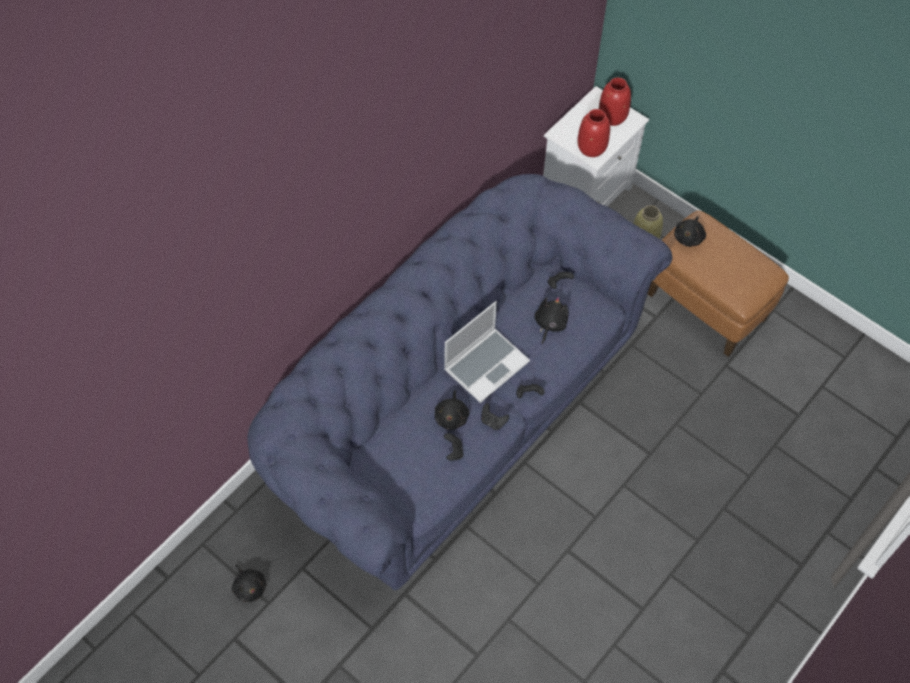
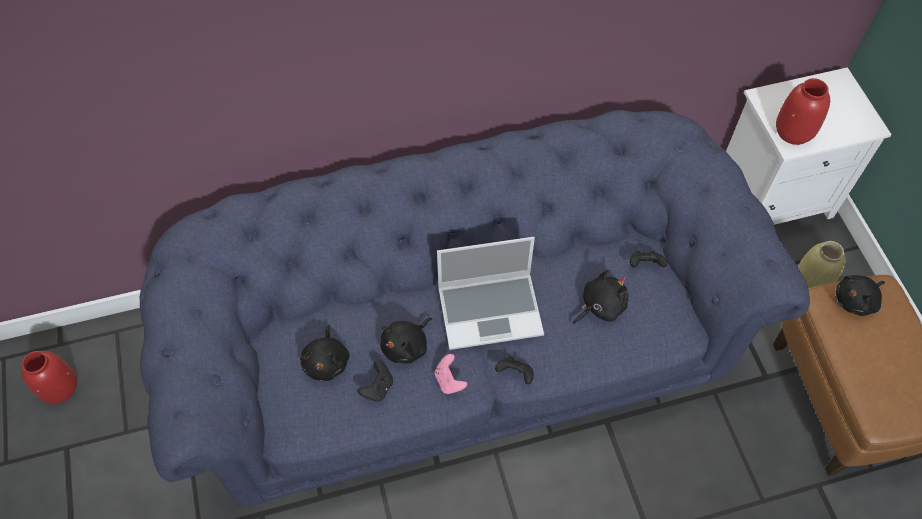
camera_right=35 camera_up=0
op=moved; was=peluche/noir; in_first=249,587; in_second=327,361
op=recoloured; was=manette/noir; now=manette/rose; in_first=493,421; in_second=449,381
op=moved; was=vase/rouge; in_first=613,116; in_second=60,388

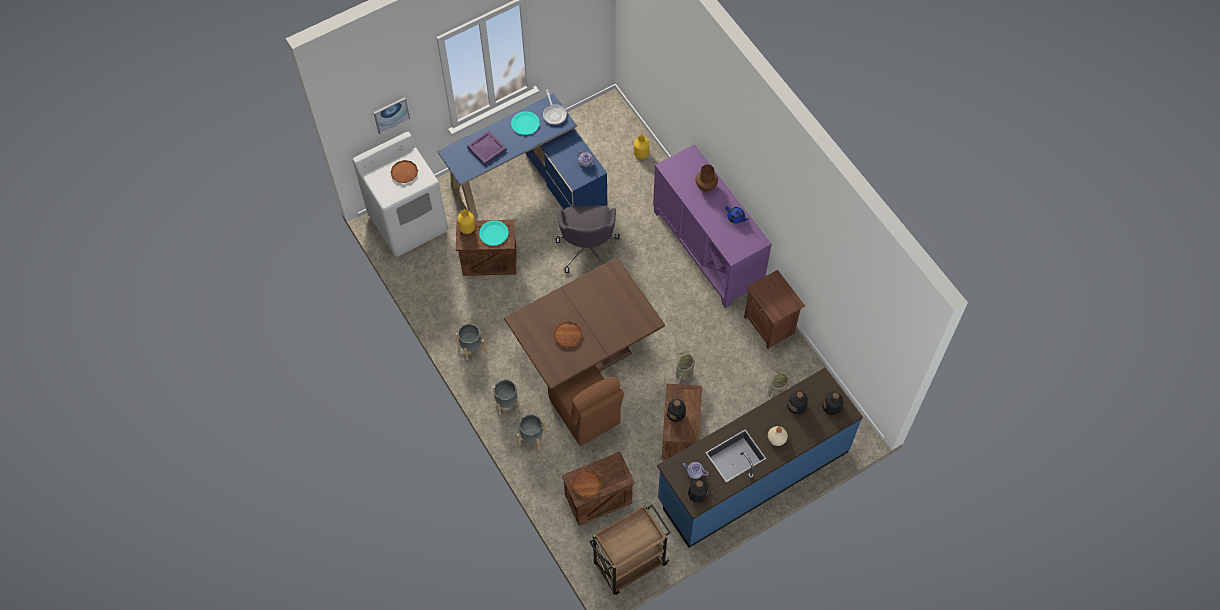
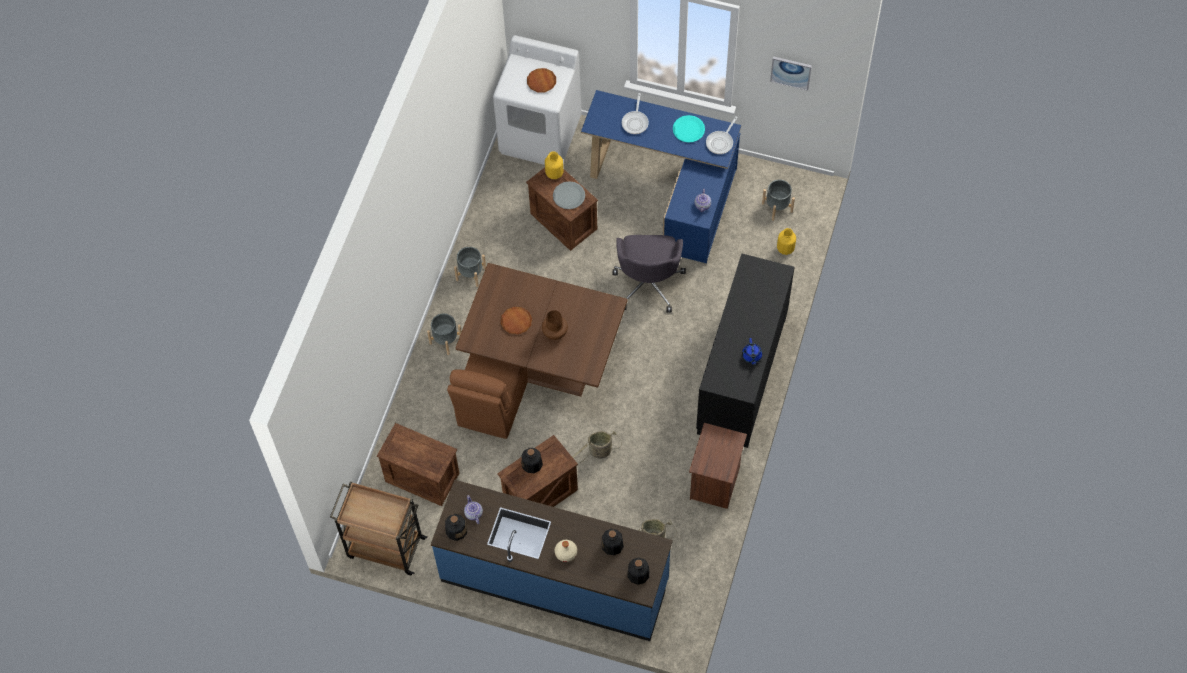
camera_right=50 camera_up=0
op=moved; was=tableau; in_first=391,115; in_second=791,72
op=replaced; was=plateau/violet; now=poêle; in_first=487,148; in_second=635,122
op=recoloured; was=assiette/turquoise; now=assiette/gris; in_first=493,233; in_second=569,196
op=moved; was=cache-pot/gris; in_first=532,437; in_second=777,207
op=turned; was=chaise de bureau/gris; in_first=587,248; in_second=648,283; clockwise=-45
op=removed; was=assiette/marron; in_first=586,484
op=recoloured; was=meuble de rangement/violet; now=meuble de rangement/noir; in_first=708,249; in_second=743,375
op=moved; was=vase/marron; in_first=706,186; in_second=555,333

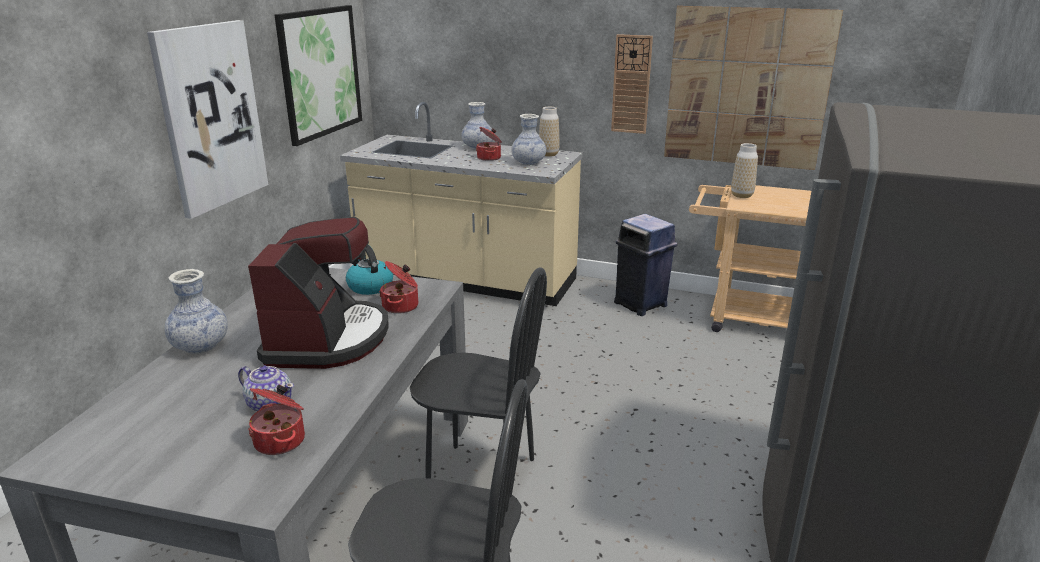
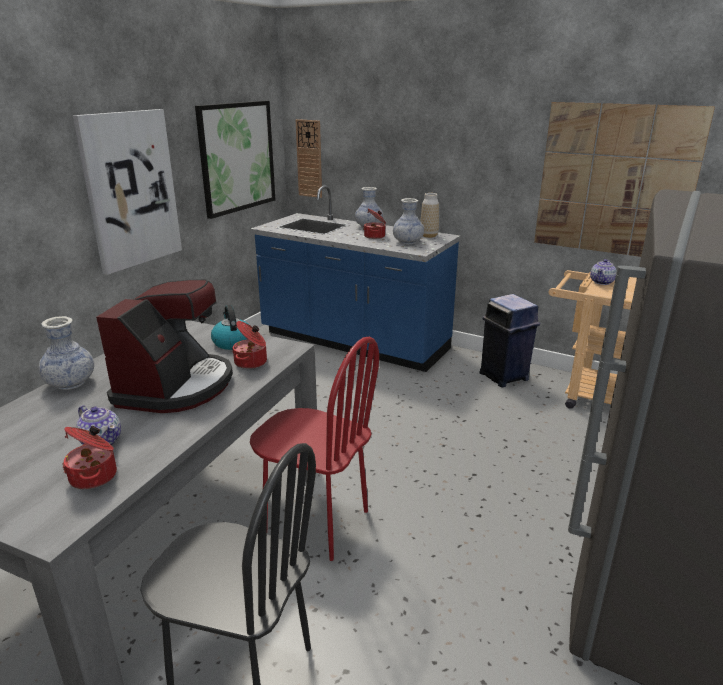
camera_right=10 camera_up=0
op=recoloured; was=comptoir de cuisine/beige; now=comptoir de cuisine/bleu; in_first=466,279; in_second=353,342
op=recoloured; was=chaise/noir; now=chaise/rouge; in_first=481,477; in_second=316,522
op=moved; was=horloge murale; in_first=631,84; in_second=309,159
op=replaced; was=vase; now=théière; in_first=741,195; in_second=602,282

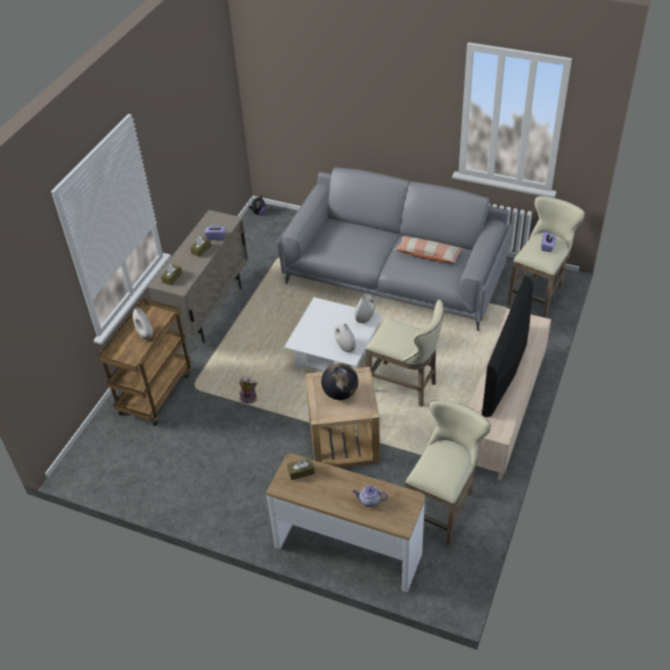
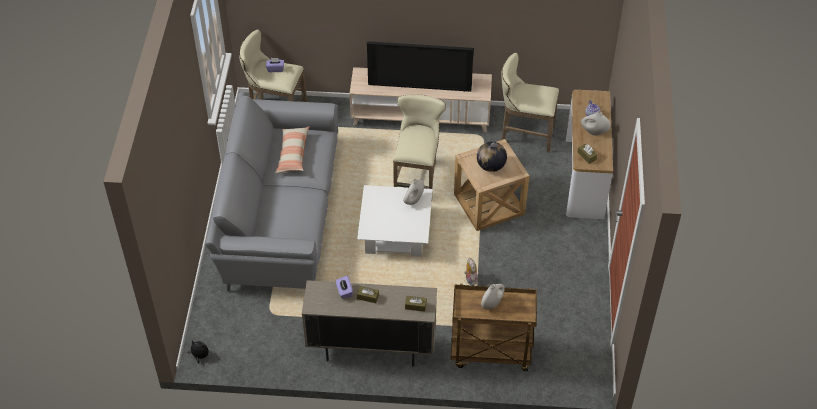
camera_right=-110 camera_up=5
op=moved; was=vase/blanc; in_first=365,318; in_second=594,132

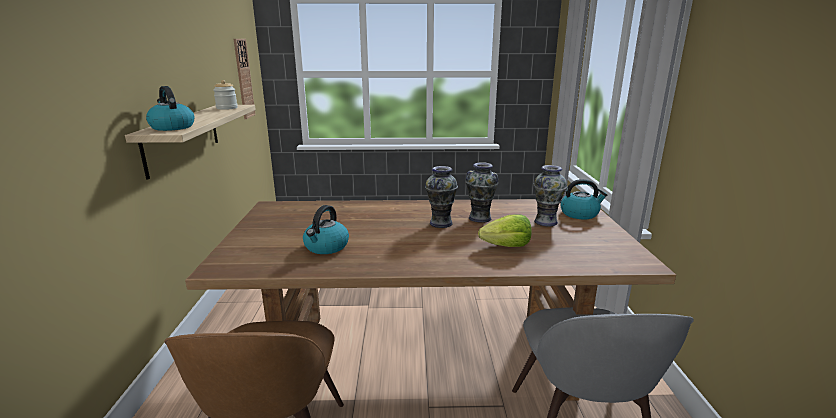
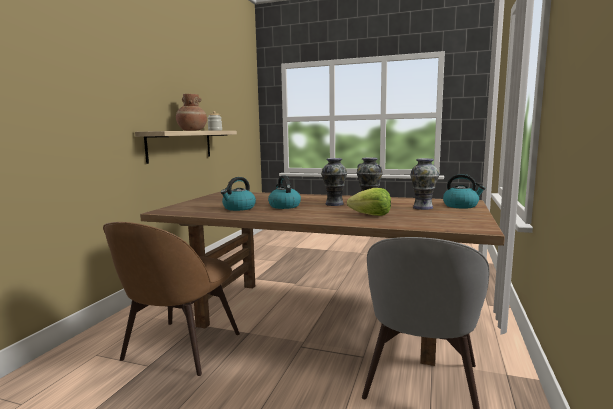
camera_right=20 camera_up=-10
op=moved; was=bouilloire; in_first=172,127; in_second=284,206
op=removed; was=horloge murale; in_first=243,79
op=added; now=vase/marron; in_second=192,130

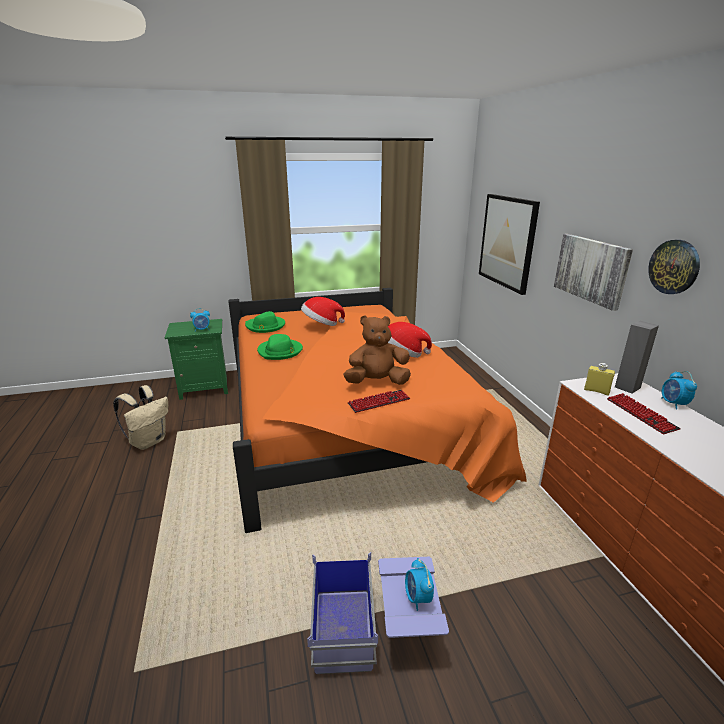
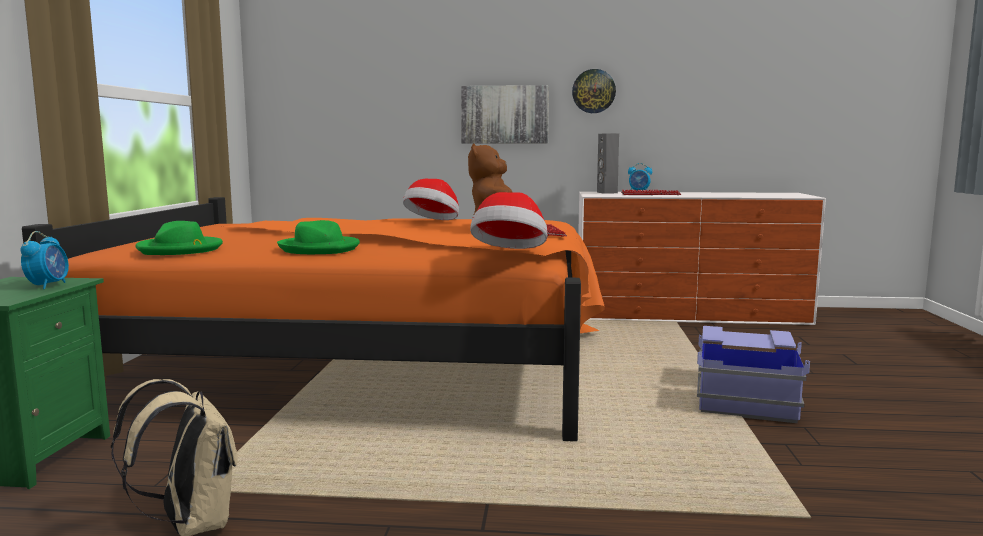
camera_right=-70 camera_up=-15
op=moved; was=chapeau; in_first=321,324; in_second=510,253
op=removed; was=réveil; in_first=417,598
op=removed; was=tableau; in_first=507,242
op=removed; was=bouteille/jaune; in_first=596,391

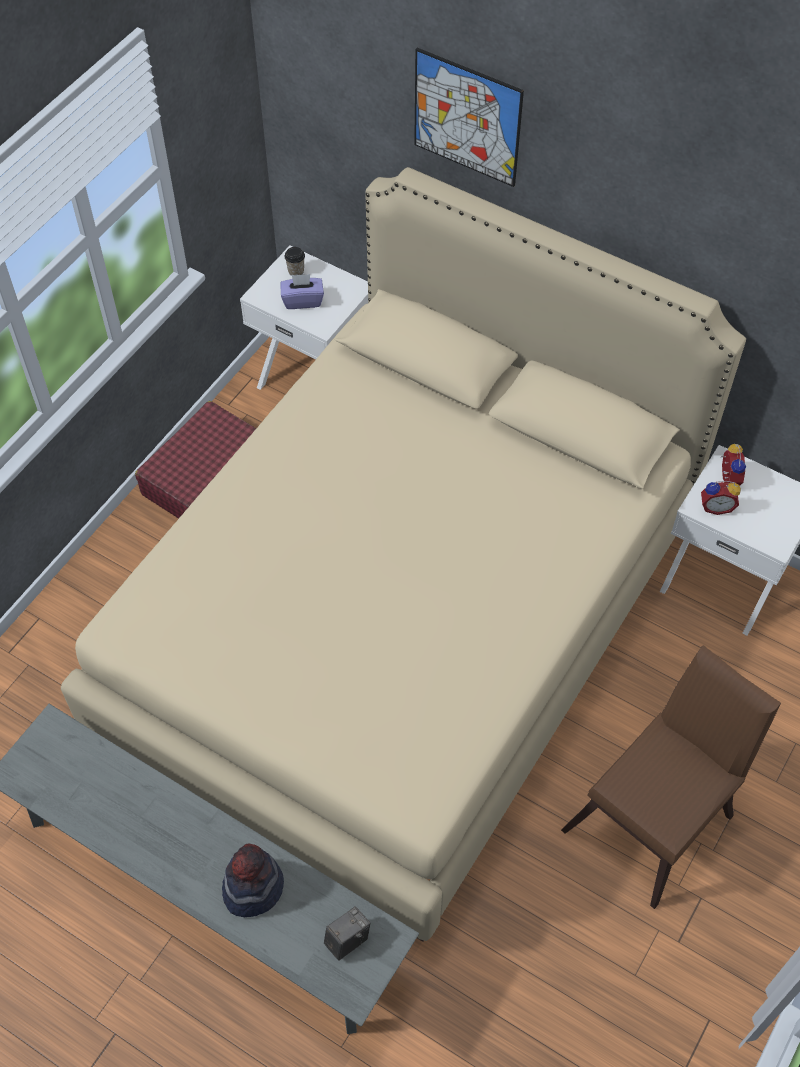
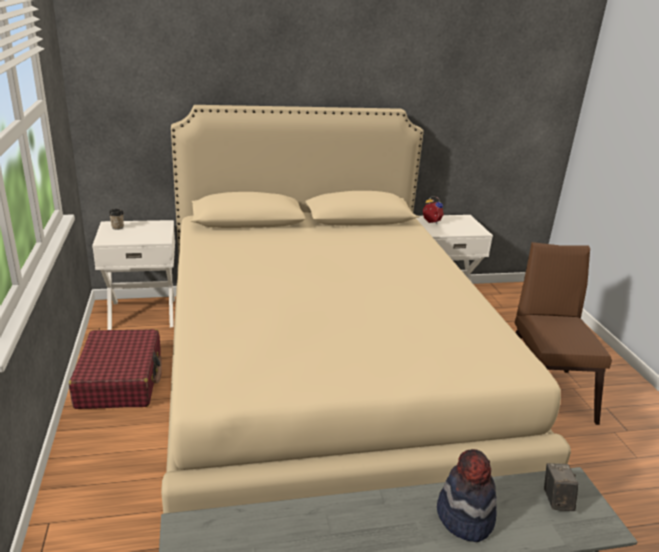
camera_right=-45 camera_up=-30
op=removed; was=boîte à mouchoirs/violet; in_first=302,300
op=removed; was=tableau; in_first=467,118
op=removed; was=réveil; in_first=716,506

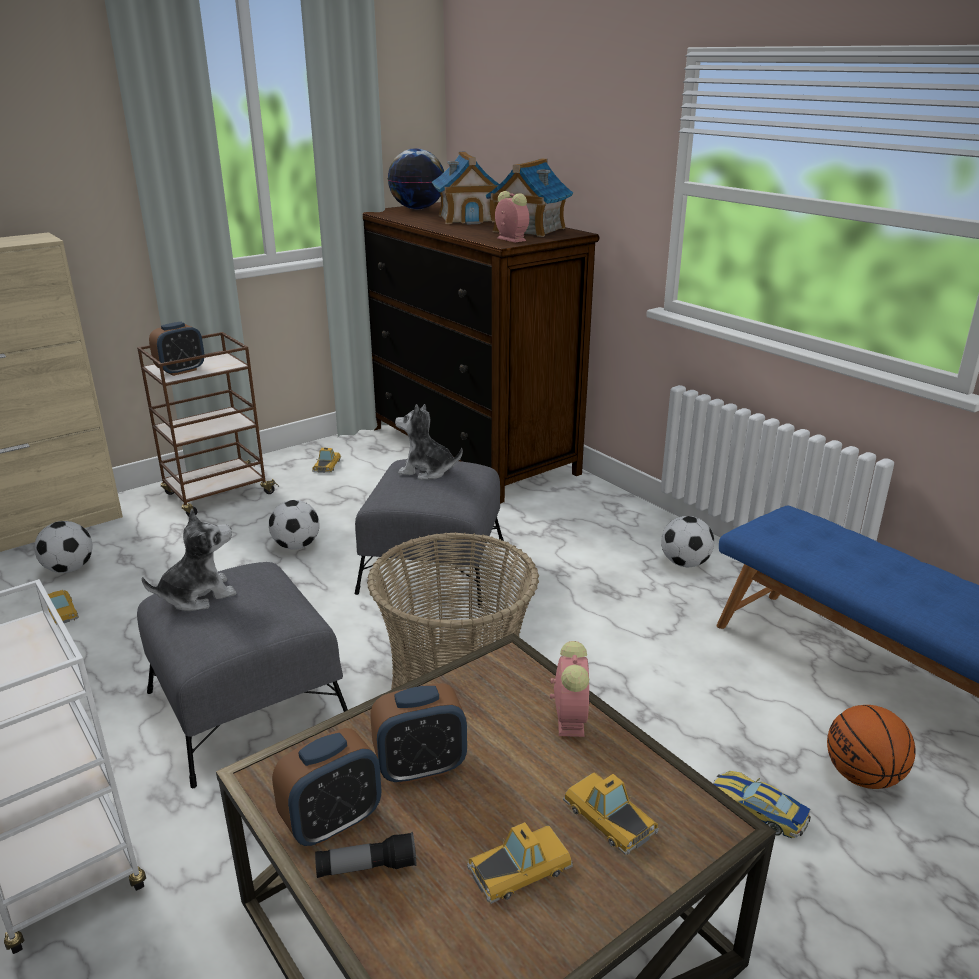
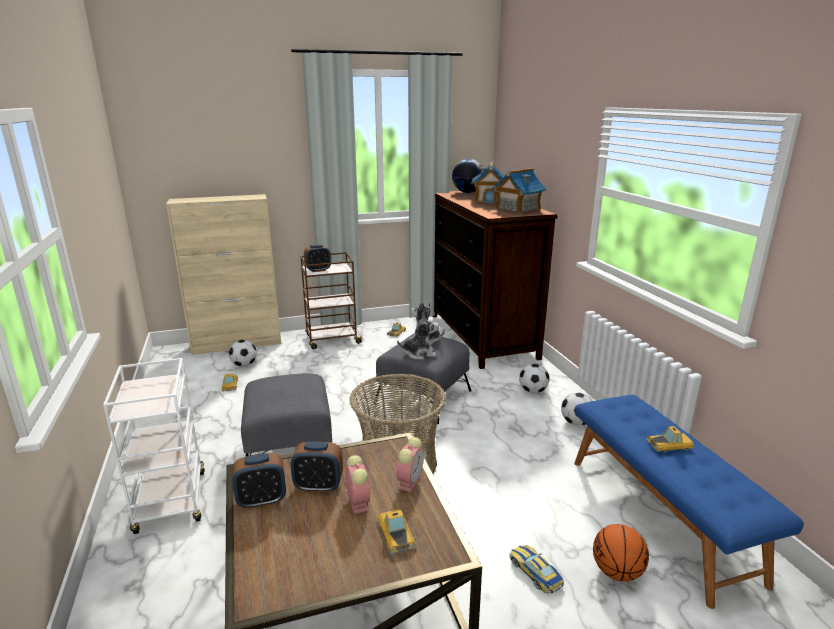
camera_right=20 camera_up=-5
op=moved; was=peluche; in_first=198,595; in_second=419,354
op=moved; was=ballon de foot; in_first=296,546; in_second=532,391
op=removed; was=lampe de poche; in_first=366,867
op=moved; was=petite voiture; in_first=521,867; in_second=670,445
op=moved; was=réveil; in_first=510,239; in_second=357,501

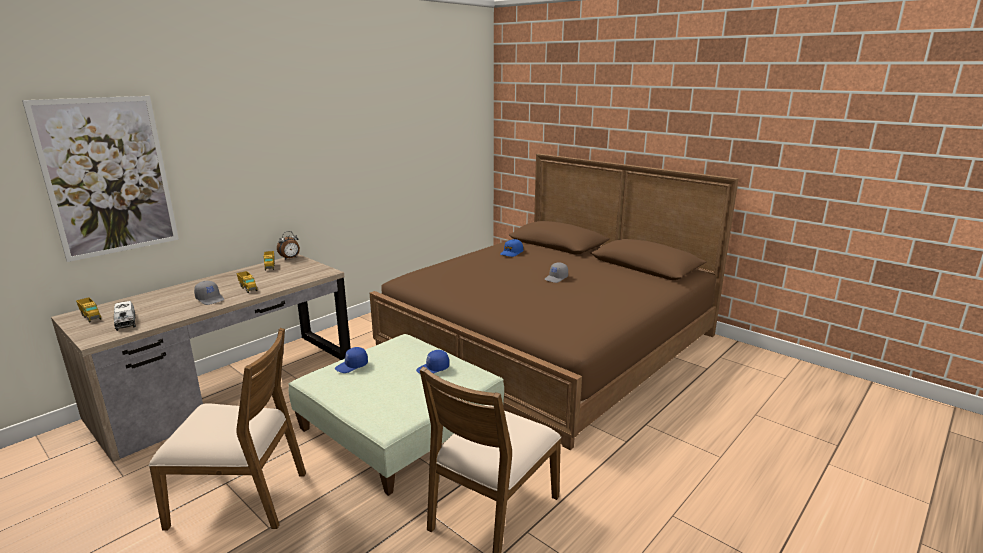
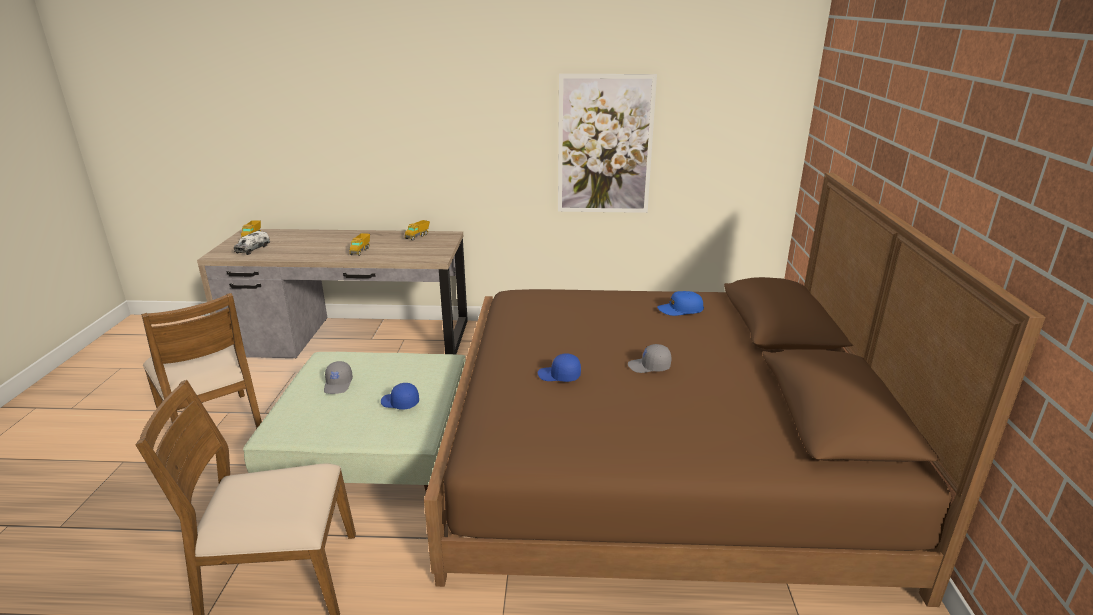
camera_right=50 camera_up=5
op=moved; was=tableau; in_first=108,177; in_second=605,145
op=moved; was=casquette/gris; in_first=210,299; in_second=338,384
op=removed; was=réveil; in_first=290,258
op=moved; was=casquette/bleu; in_first=352,366; in_second=559,376

